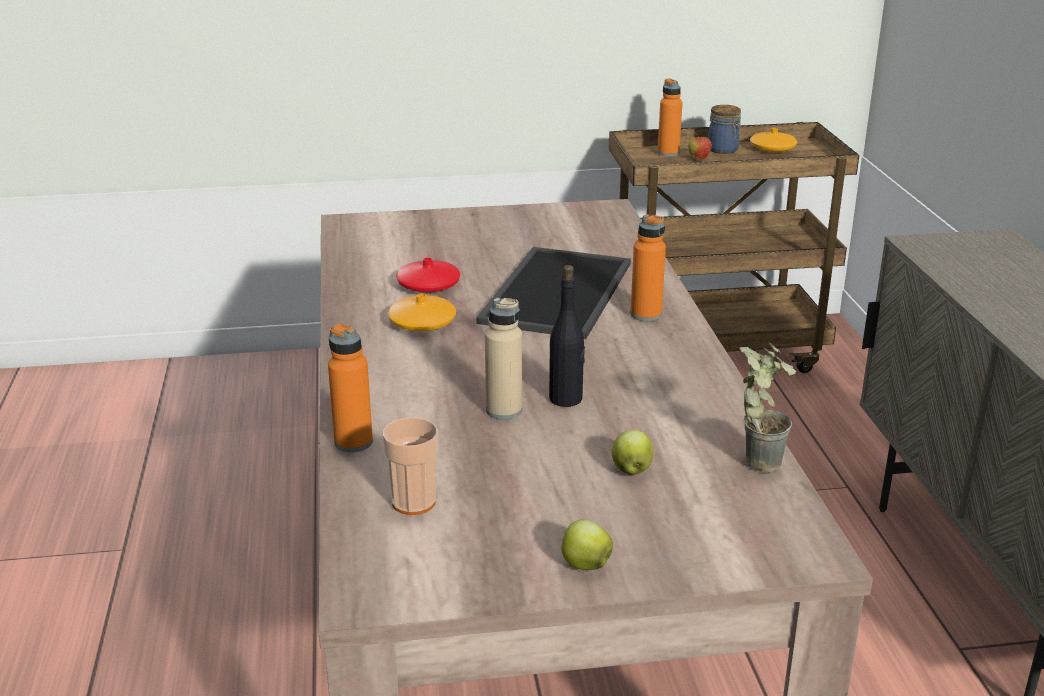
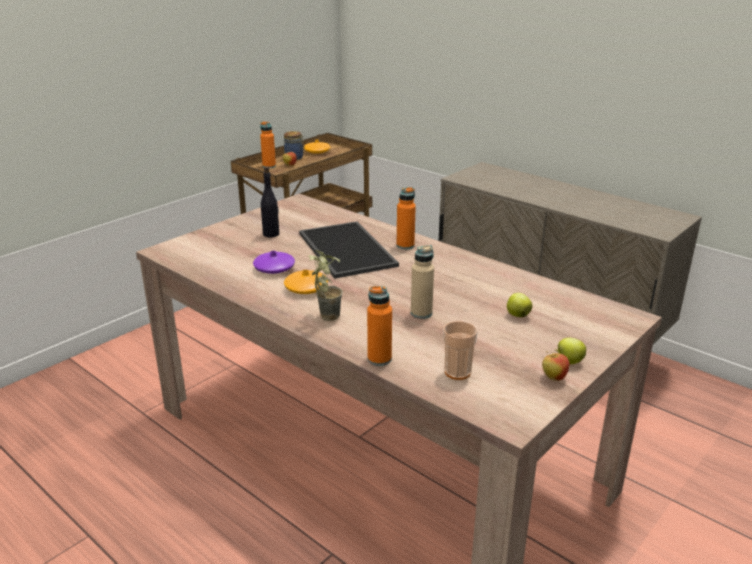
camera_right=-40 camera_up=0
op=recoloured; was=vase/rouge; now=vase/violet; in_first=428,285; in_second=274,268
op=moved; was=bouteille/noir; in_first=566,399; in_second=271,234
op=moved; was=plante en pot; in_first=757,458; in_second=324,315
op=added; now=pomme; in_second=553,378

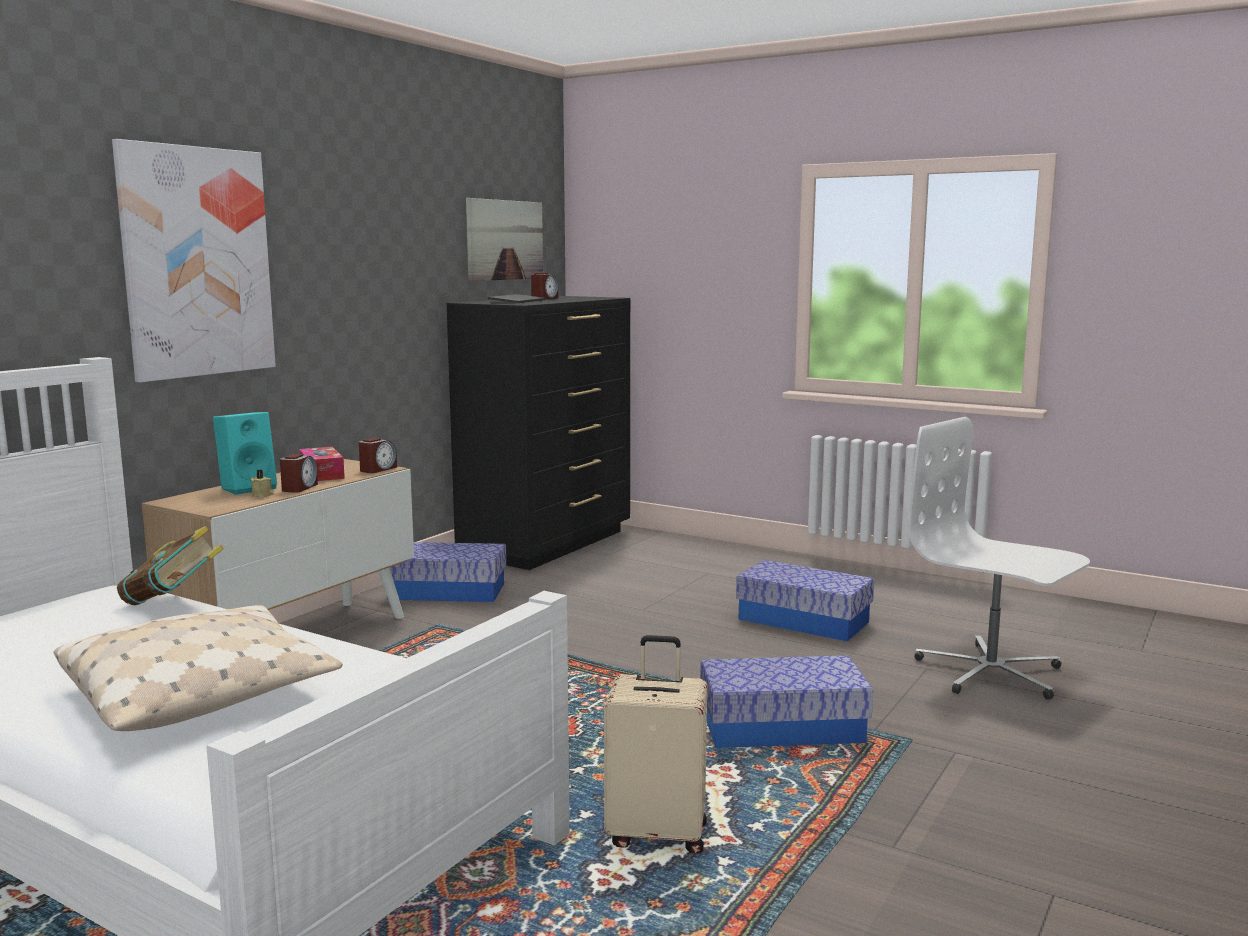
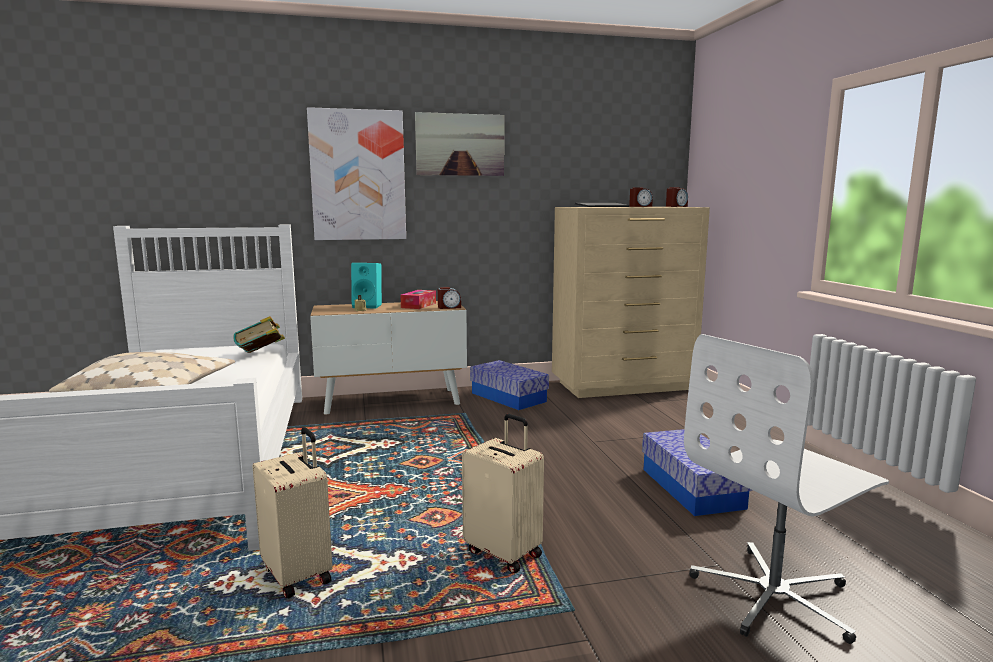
camera_right=45 camera_up=0
op=moved; was=réveil; in_first=299,488; in_second=676,206
op=recoloured; was=commode/noir; now=commode/beige; in_first=549,544; in_second=624,386
op=moved; was=tableau; in_first=505,240; in_second=460,145
op=replaced; was=boîte de rangement; now=valise/beige; in_first=782,729; in_second=504,553
op=turned; was=chaise de bureau/blanc; in_first=990,673; in_second=775,596; clockwise=-120

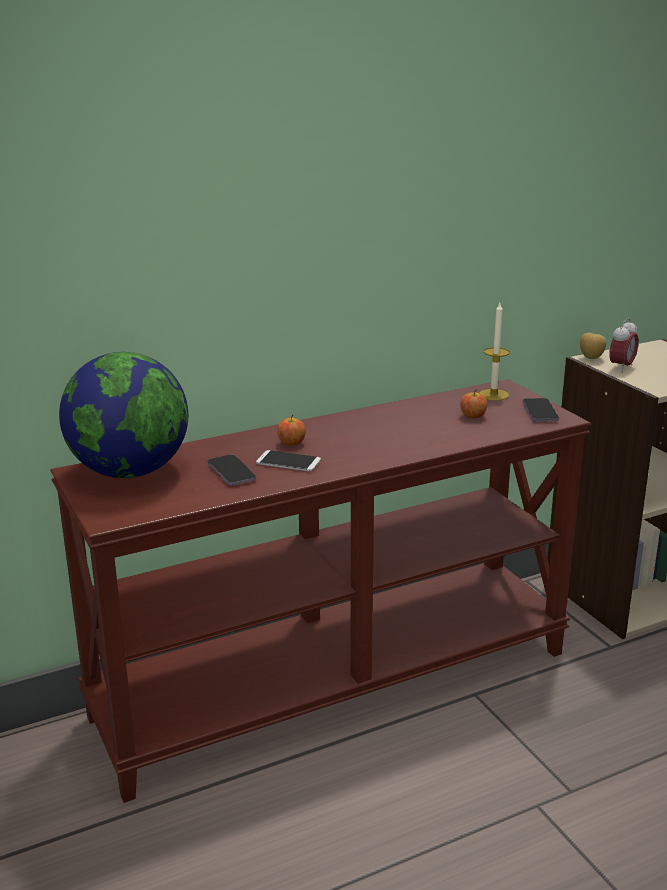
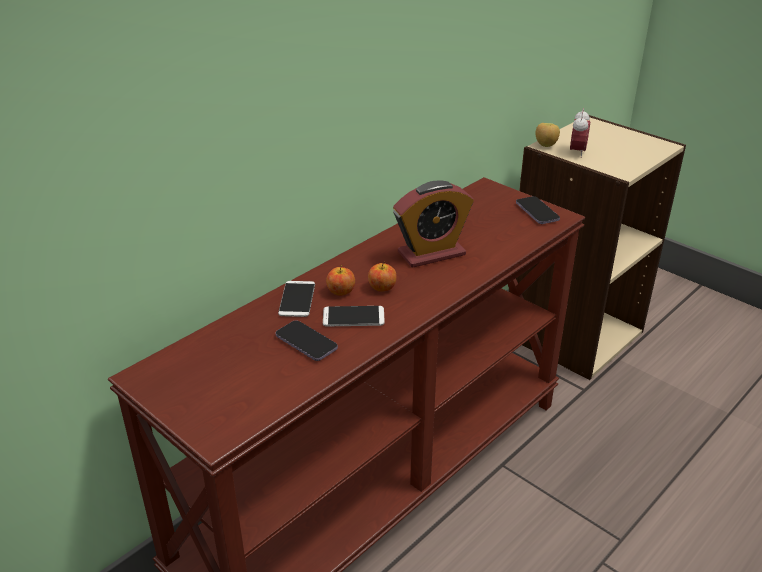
camera_right=-20 camera_up=10
op=removed; was=globe; in_first=130,472
op=moved; was=pomme; in_first=473,416; in_second=382,288
op=removed; was=bougie; in_first=493,395
op=added; now=téléphone; in_second=297,299
op=added; now=réveil; in_second=431,253

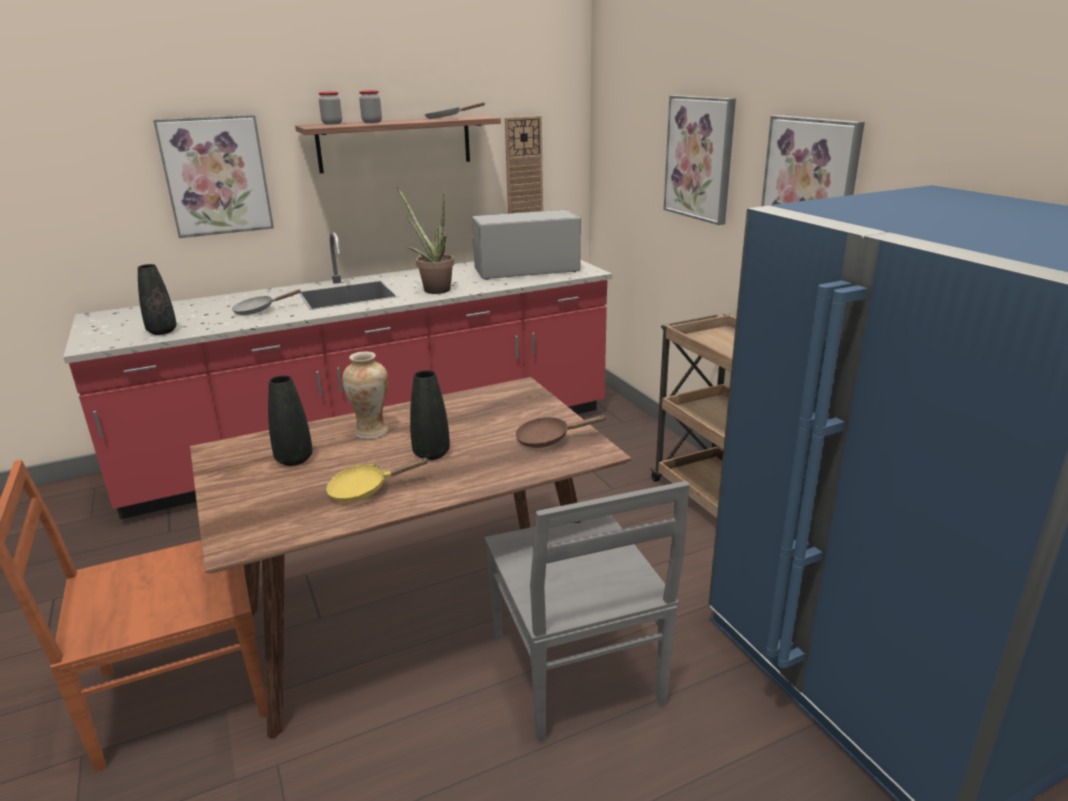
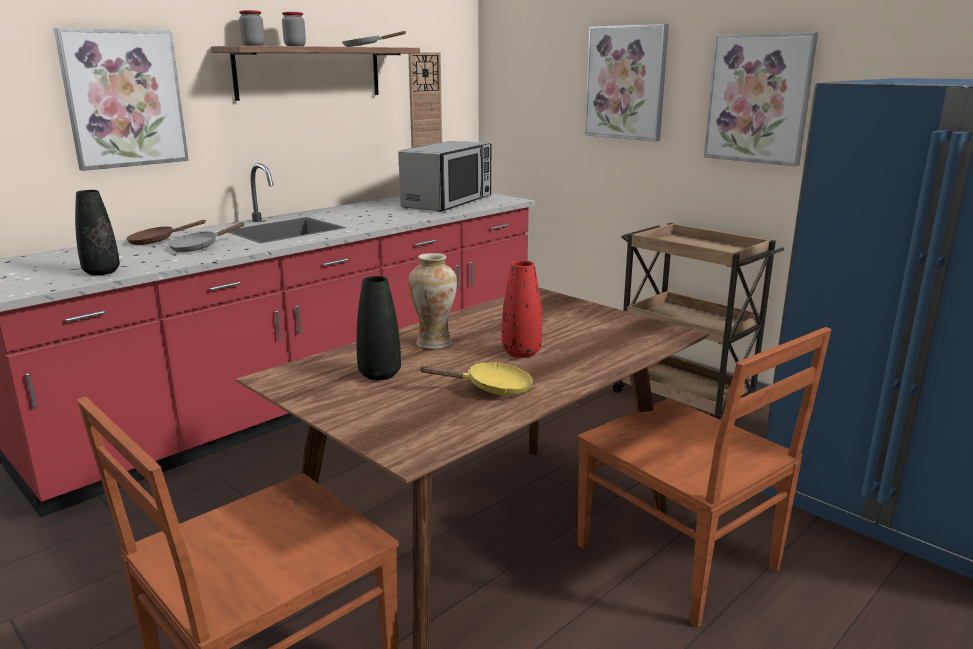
camera_right=-20 camera_up=-5
op=turned; was=poêle/jaune; in_first=365,490; in_second=492,388; clockwise=-150
op=removed; was=plante en pot; in_first=433,289
op=recoloured; was=vase/noir; now=vase/rouge; in_first=431,454; in_second=521,353
op=turned; was=micro-ondes; in_first=526,270; in_second=448,202; clockwise=150
op=recoloured; was=chaise/gris; now=chaise/marron; in_first=576,672; in_second=680,560
op=moved; was=poêle/marron; in_first=548,439; in_second=157,241

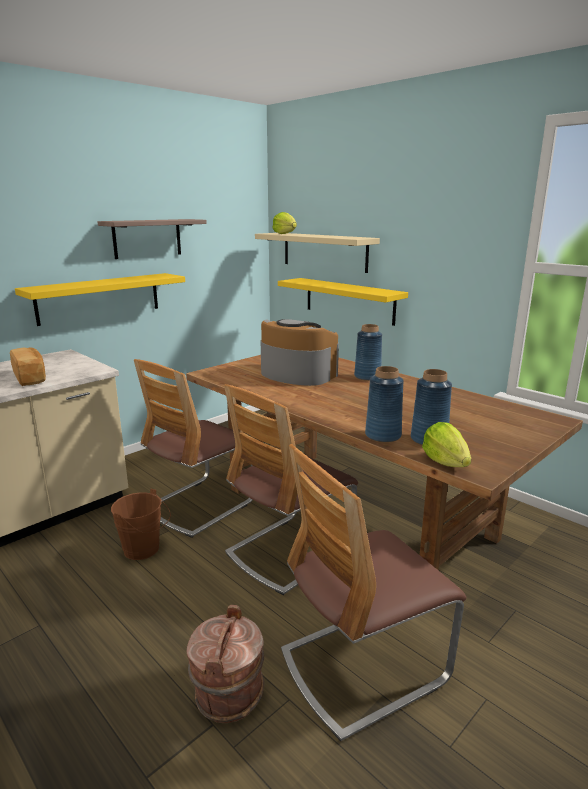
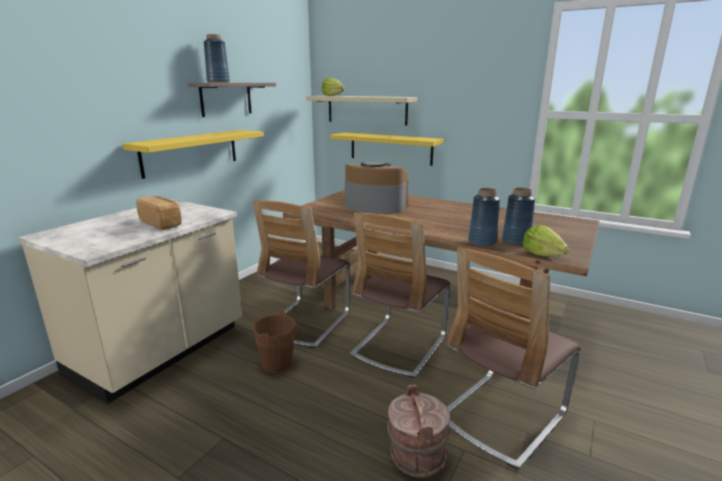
camera_right=-15 camera_up=0
op=moved; was=vase/bleu; in_first=367,376; in_second=218,82

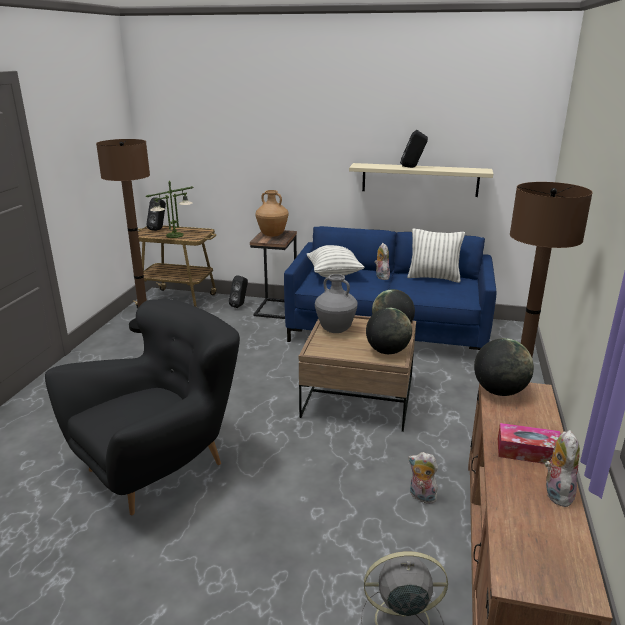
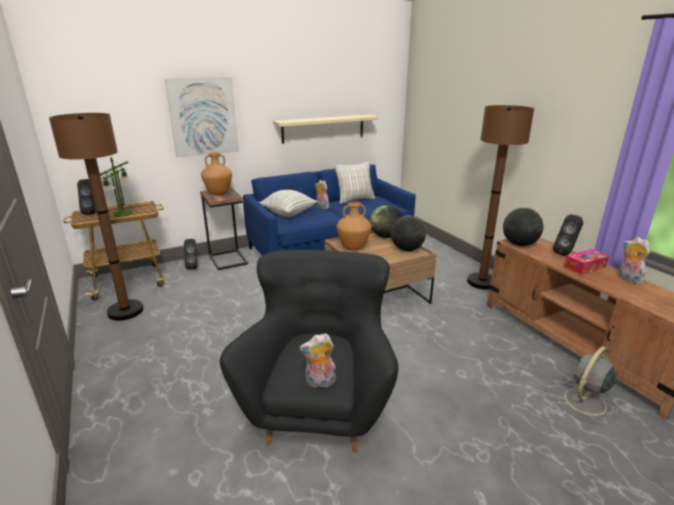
camera_right=-40 camera_up=0
op=recoloured; was=vase/gris; now=vase/marron; in_first=335,330; in_second=353,248
op=moved; was=enceinte/noir; in_first=412,167; in_second=566,253
op=moved; was=peluche; in_first=421,497; in_second=320,383
op=added; now=tableau; in_second=203,117

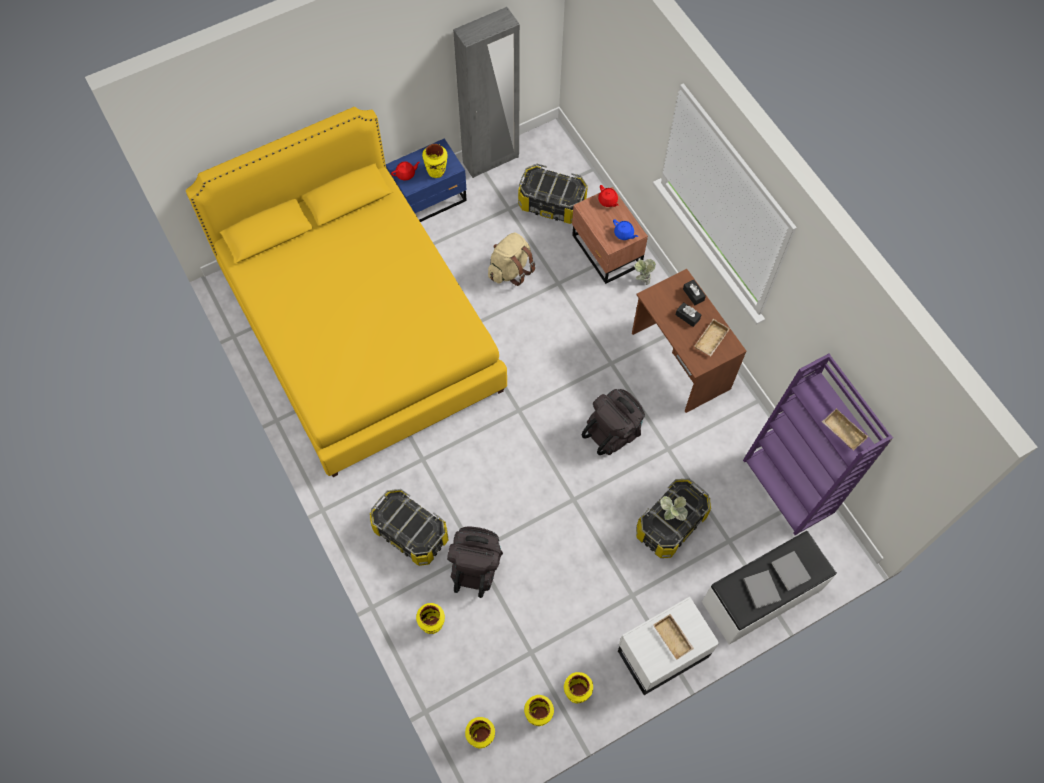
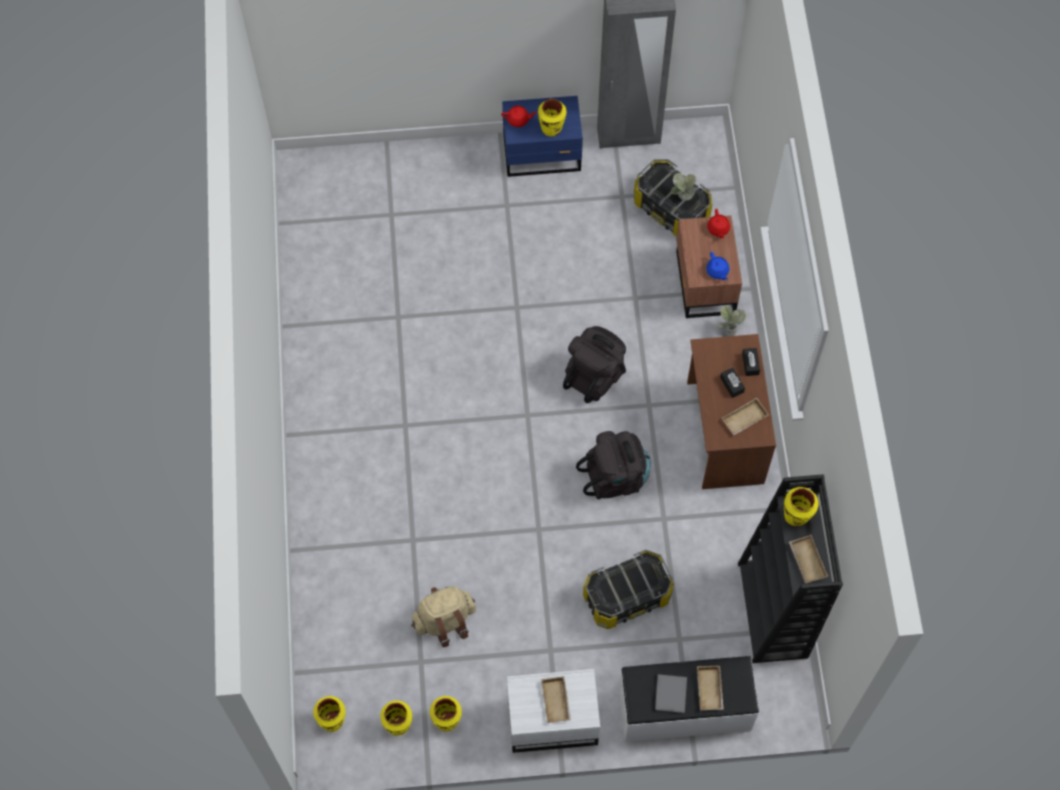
camera_right=25 camera_up=0
op=removed; was=lit/jaune; in_first=361,331
op=removed; was=boîte de rangement; in_first=410,533
op=moved; was=vase/jaune; in_first=432,624; in_second=796,516
op=moved; was=sac à dos/noir; in_first=476,566; in_second=595,375
op=moved; was=sac à dos/beige; in_first=510,270; in_second=445,621
op=moved; was=plante en pot; in_first=671,516; in_second=681,198
op=recoloured; was=bibliothèque/violet; now=bibliothèque/noir; in_first=789,486; in_second=774,611
op=replaced; was=livre/gris; now=plateau/beige; in_first=791,572; in_second=711,690

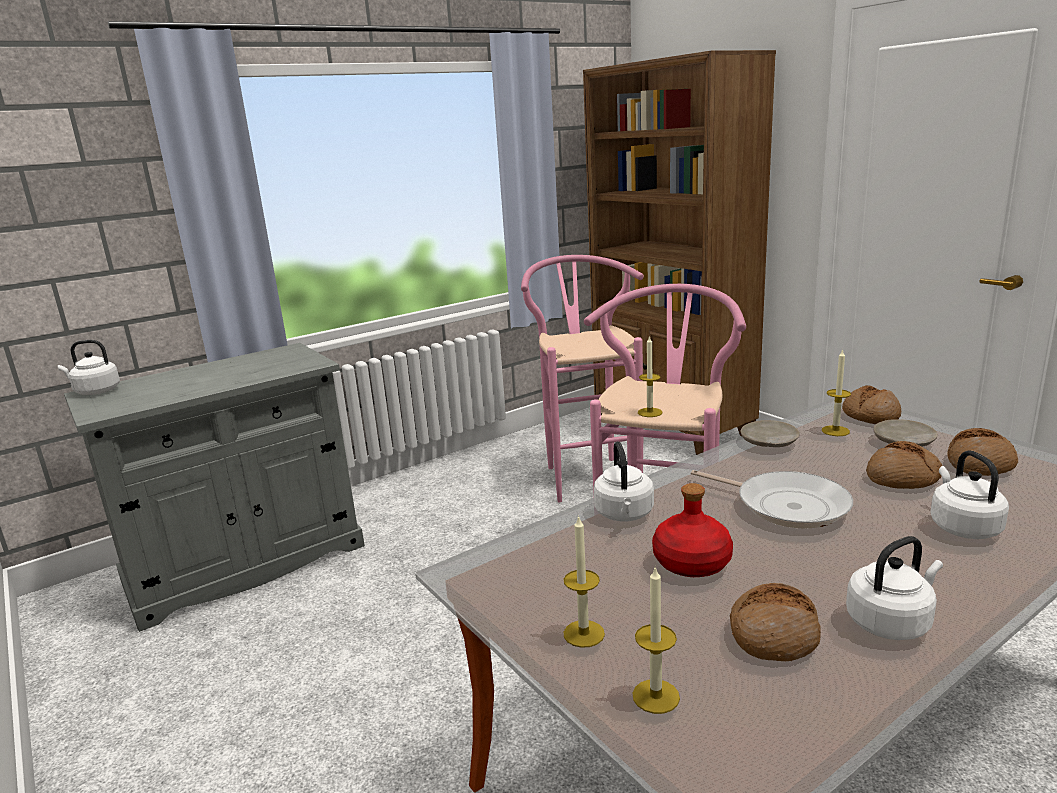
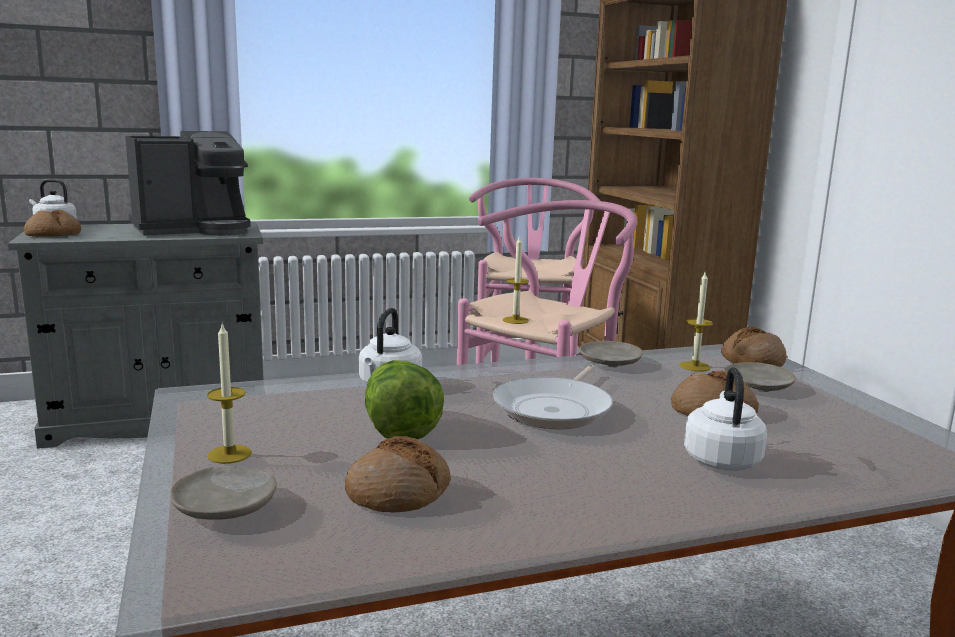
camera_right=15 camera_up=-5
op=replaced; was=bougie; now=assiette/beige; in_first=656,696; in_second=226,507
op=replaced; was=bouteille/rouge; now=laitue; in_first=692,563; in_second=399,429
op=turned; was=poêle; in_first=786,505; in_second=555,409; clockwise=60
op=removed; was=bouilloire/blanc; in_first=891,622
op=moved; was=pain; in_first=980,464; in_second=53,234
op=added; now=machine à café; in_second=194,230

